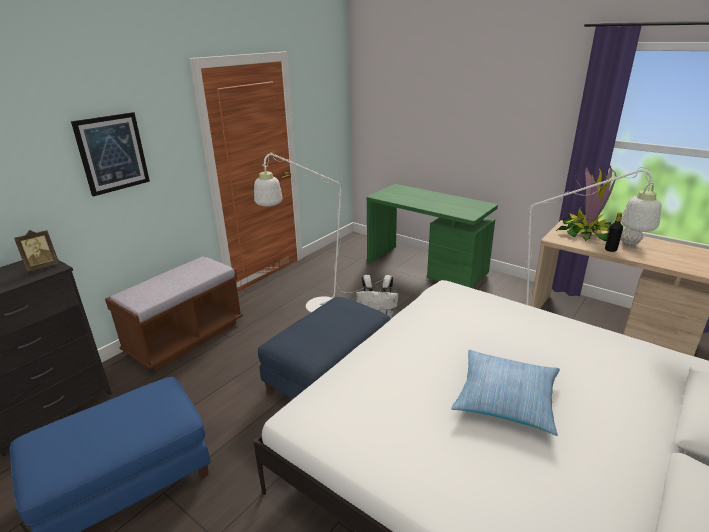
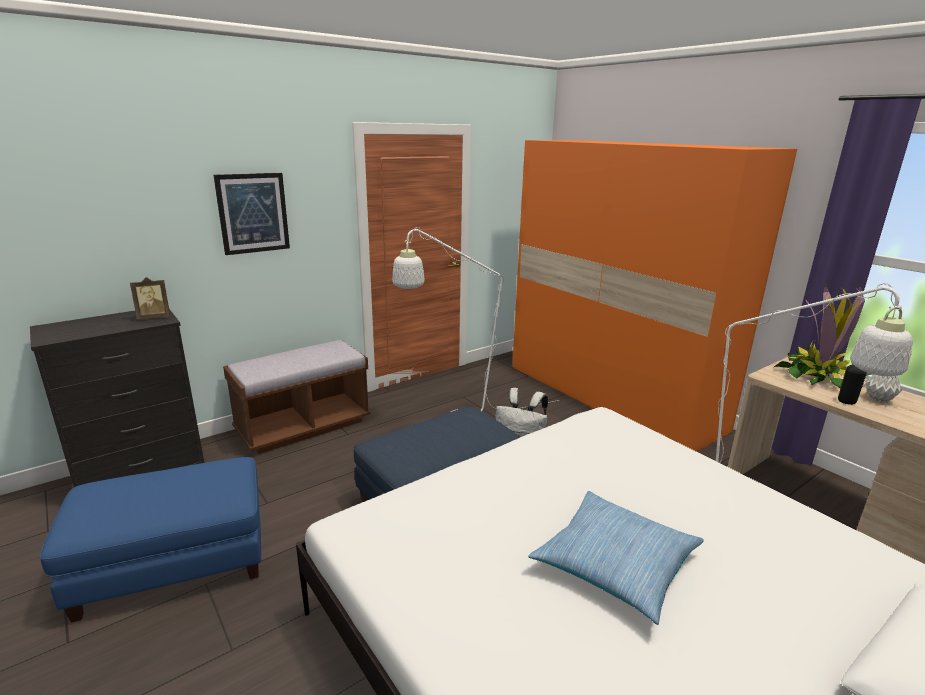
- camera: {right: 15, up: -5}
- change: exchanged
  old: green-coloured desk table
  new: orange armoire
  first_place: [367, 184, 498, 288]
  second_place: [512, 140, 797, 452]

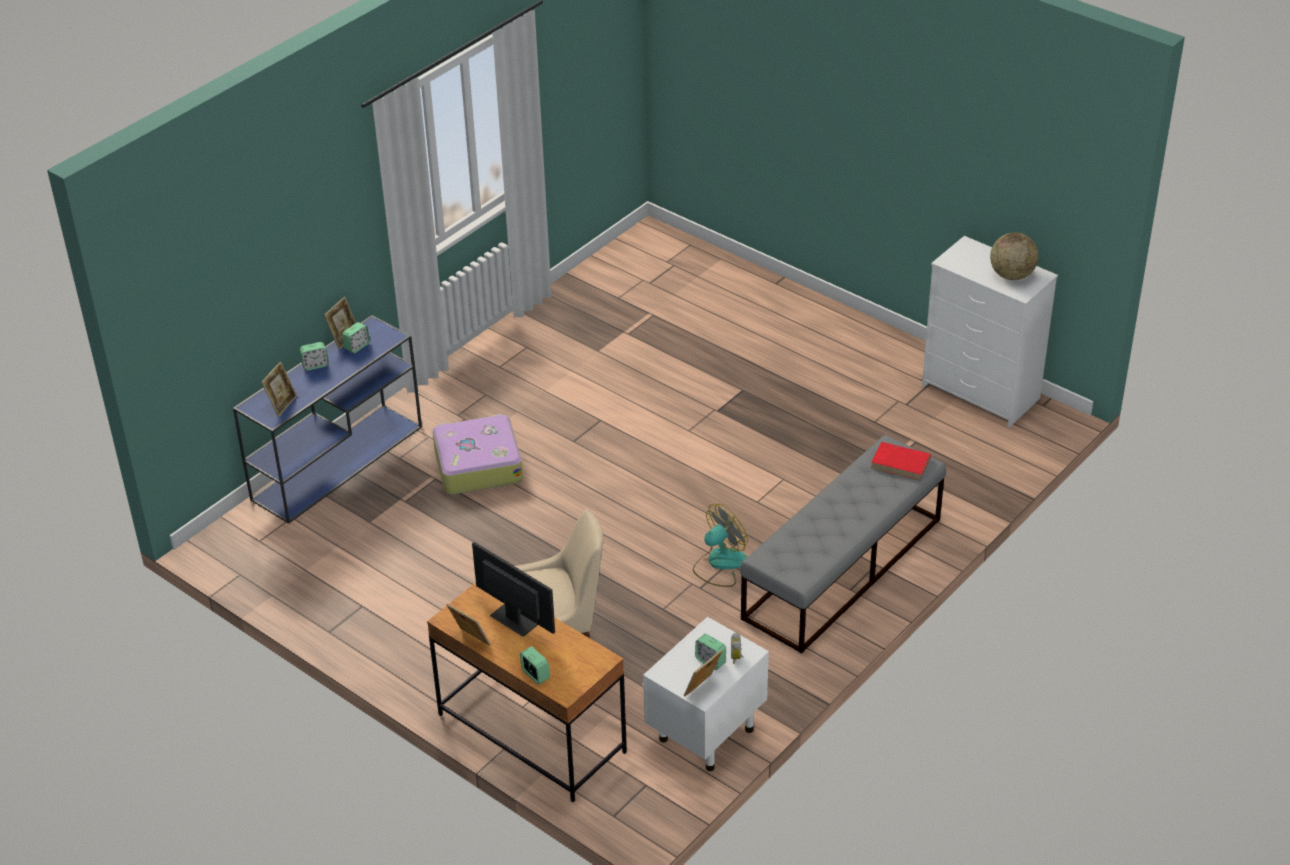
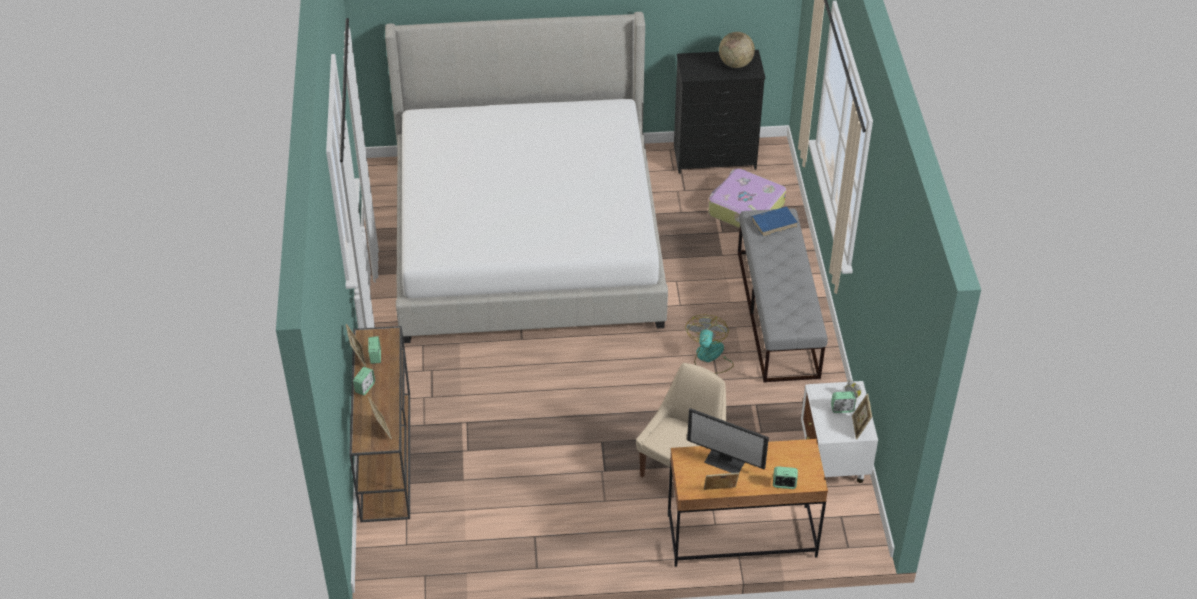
- camera: {right: -45, up: 5}
- change: colour
  old: blue-coloured hall table
  new: brownish hall table
  first_place: [233, 315, 422, 524]
  second_place: [349, 326, 410, 522]
- change: appeared
  new: bed
  second_place: [385, 12, 668, 343]
- change: colour
  old: whitish chest of drawers
  new: black chest of drawers
  first_place: [922, 236, 1058, 427]
  second_place: [674, 50, 765, 174]
- change: spun
  old: computer display
  first_place: [472, 542, 555, 637]
  second_place: [687, 408, 769, 473]
  degrees: -150
- change: relocated
  old: suitcase
  first_place: [432, 414, 523, 495]
  second_place: [708, 168, 786, 228]
- change: colour
  old: red-coloured bound book
  new: blue-coloured bound book
  first_place: [871, 442, 931, 481]
  second_place: [751, 207, 798, 237]

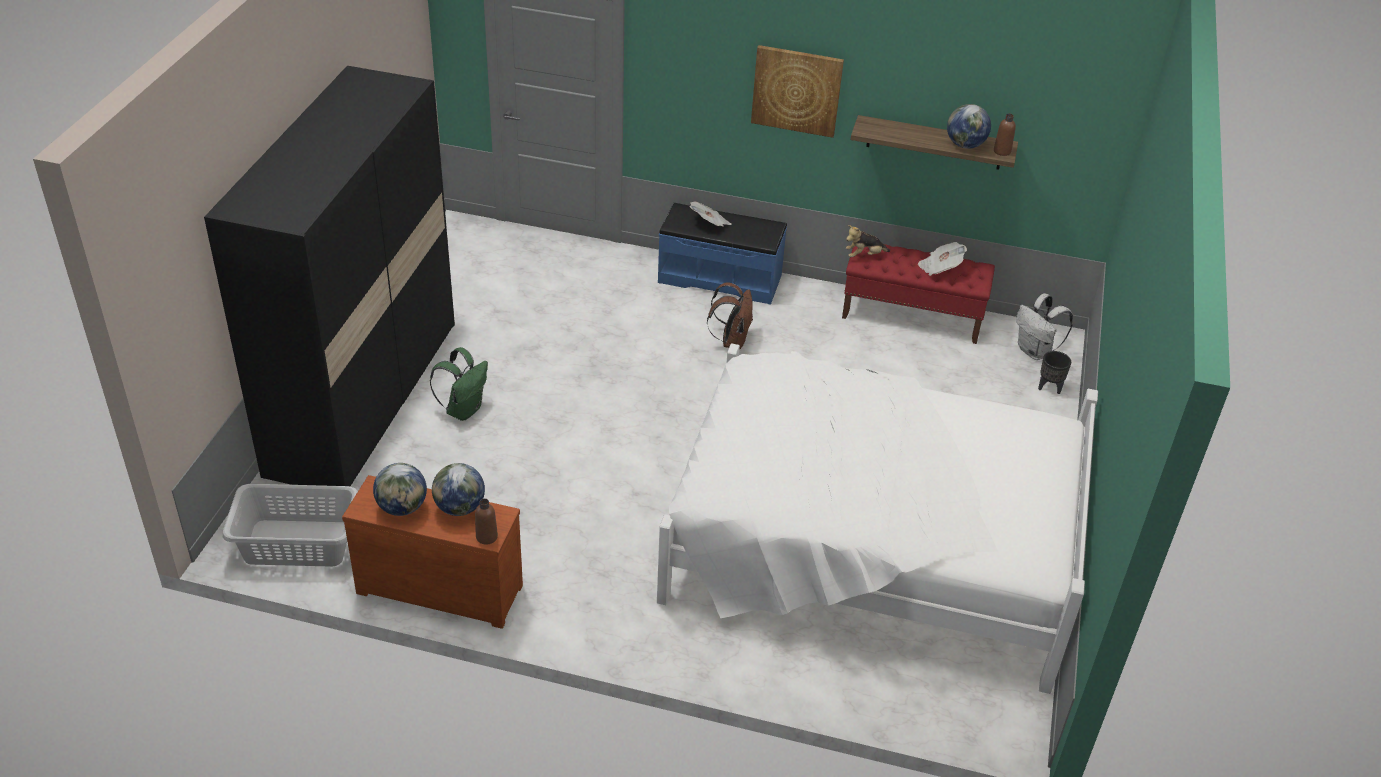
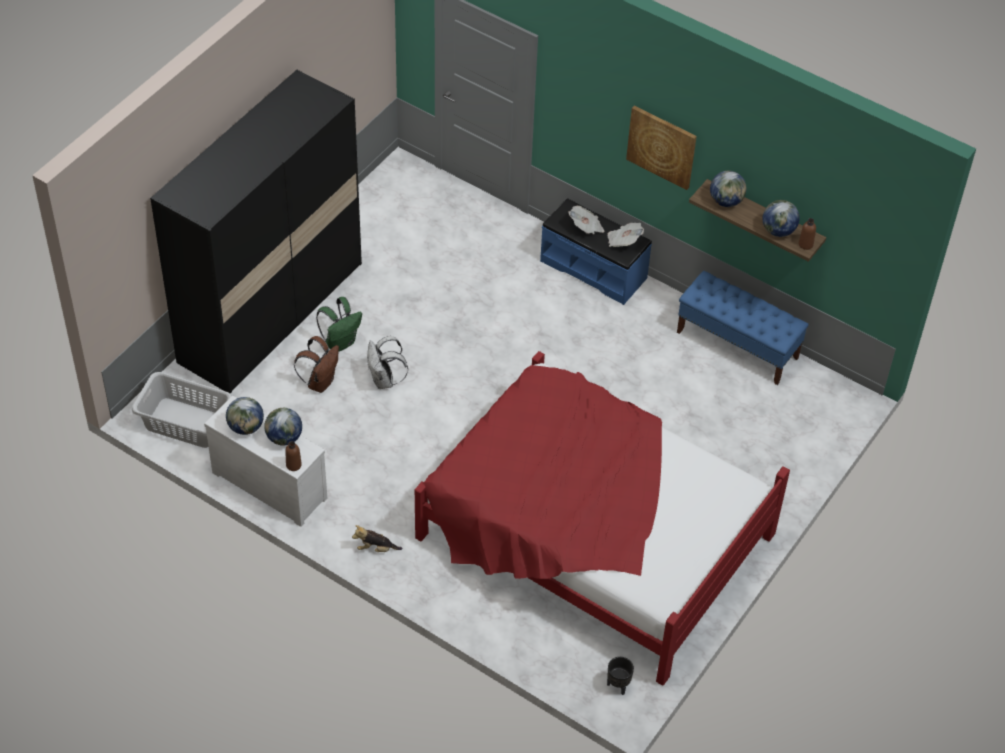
- camera: {right: 20, up: 10}
- change: colour
  old: brownish chest of drawers
  new: whitish chest of drawers
  first_place: [342, 475, 523, 629]
  second_place: [204, 396, 327, 527]
- change: relocated
  old: brownish backpack
  first_place: [707, 282, 753, 350]
  second_place: [294, 336, 339, 393]
- change: relocated
  old: cuddly toy
  first_place: [846, 225, 890, 257]
  second_place: [352, 525, 402, 552]
- change: relocated
  old: whitish backpack
  first_place: [1016, 293, 1073, 360]
  second_place: [367, 336, 408, 389]
- change: colour
  old: whitish bed
  new: red-coloured bed
  first_place: [657, 343, 1098, 694]
  second_place: [415, 351, 790, 686]
- change: relocated
  old: black planter
  first_place: [1038, 351, 1071, 394]
  second_place: [607, 657, 634, 695]
- change: relocated
  old: printed paper
  first_place: [918, 242, 967, 276]
  second_place: [608, 223, 644, 247]
- change: colour
  old: red-coloured indoor bench
  new: blue-coloured indoor bench
  first_place: [842, 244, 995, 344]
  second_place: [677, 271, 809, 385]
- change: appeared
  new: world globe
  second_place: [710, 171, 747, 207]

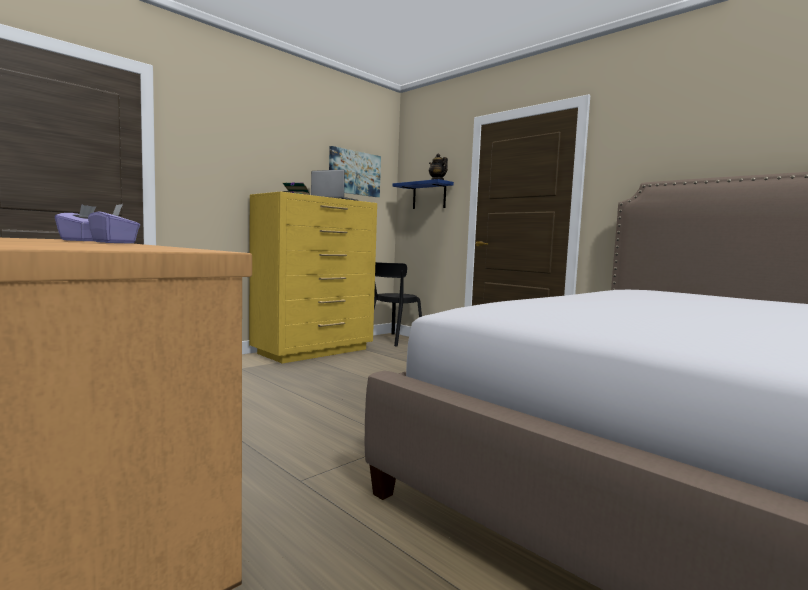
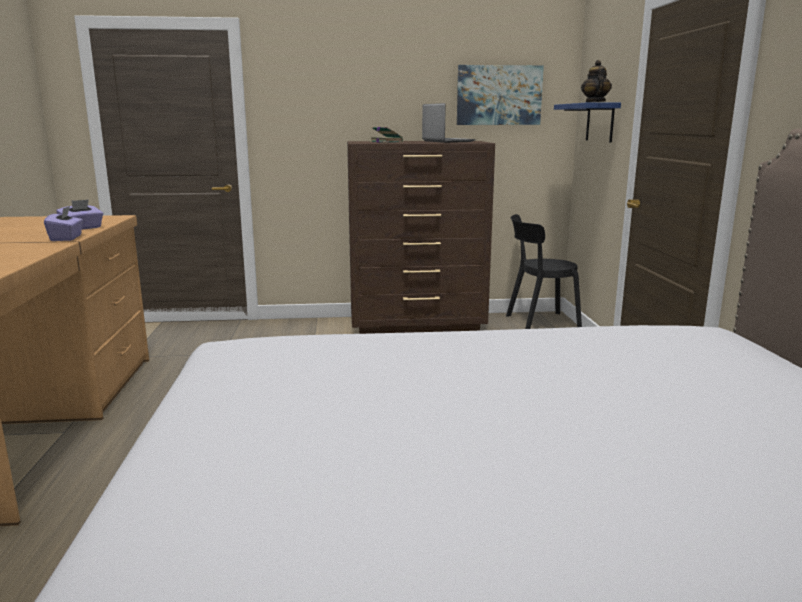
- camera: {right: 40, up: 10}
- change: colour
  old: yellow chest of drawers
  new: brownish chest of drawers
  first_place: [249, 191, 377, 364]
  second_place: [347, 141, 495, 334]

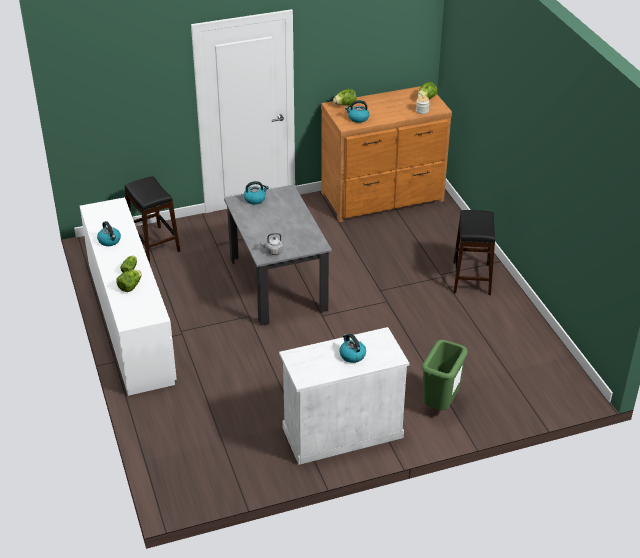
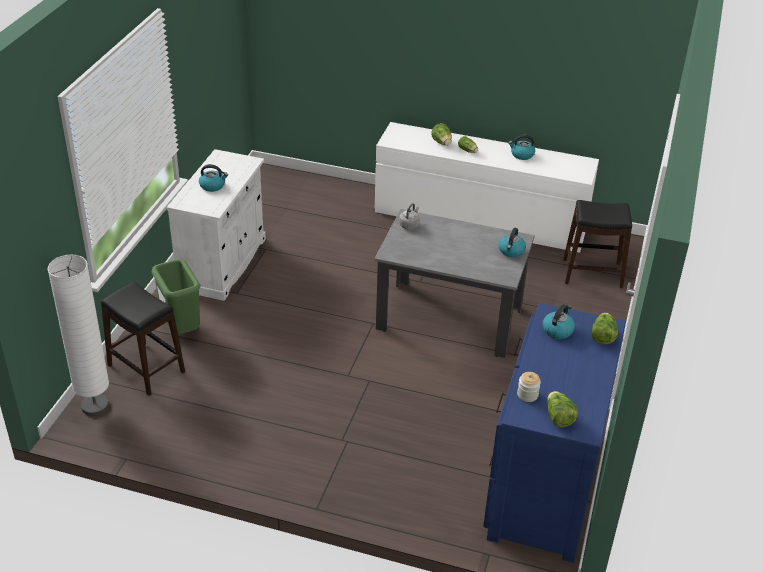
- camera: {right: 125, up: 0}
- change: appeared
  new: whitish standard lamp
  second_place: [48, 255, 109, 416]
- change: relocated
  old: black stool seat
  first_place: [453, 210, 495, 295]
  second_place: [101, 282, 185, 396]
- change: colour
  old: brownish chest of drawers
  new: blue-coloured chest of drawers
  first_place: [321, 86, 452, 222]
  second_place: [483, 303, 626, 563]

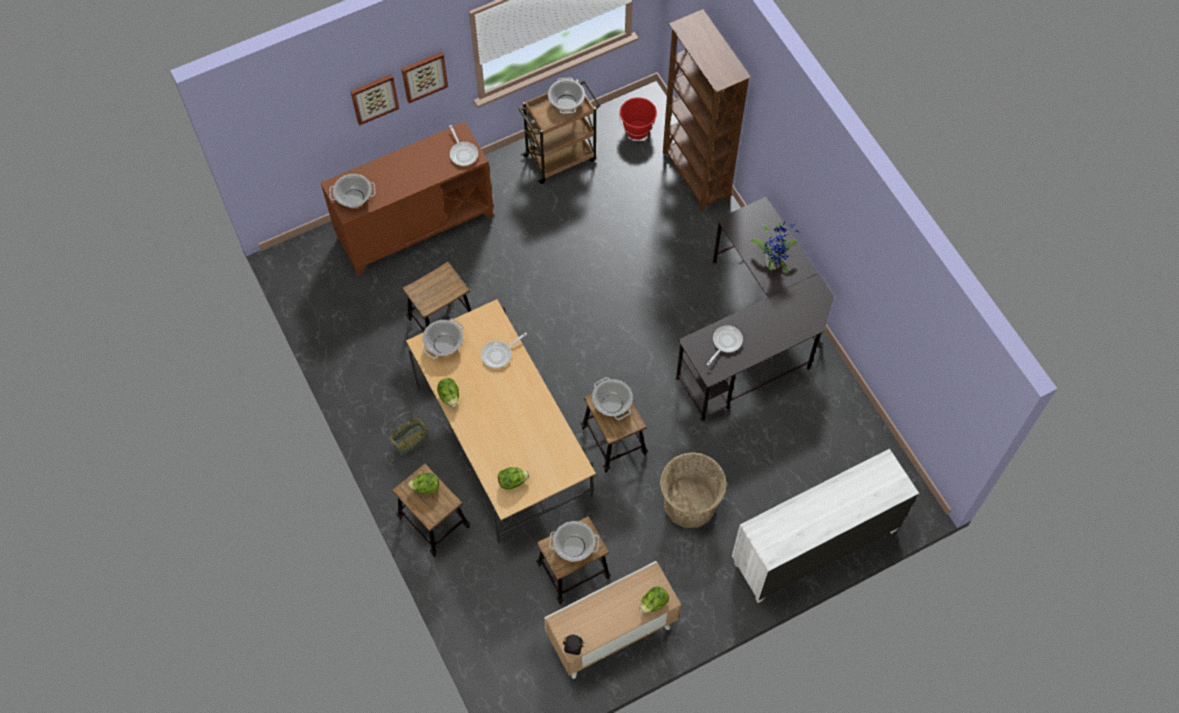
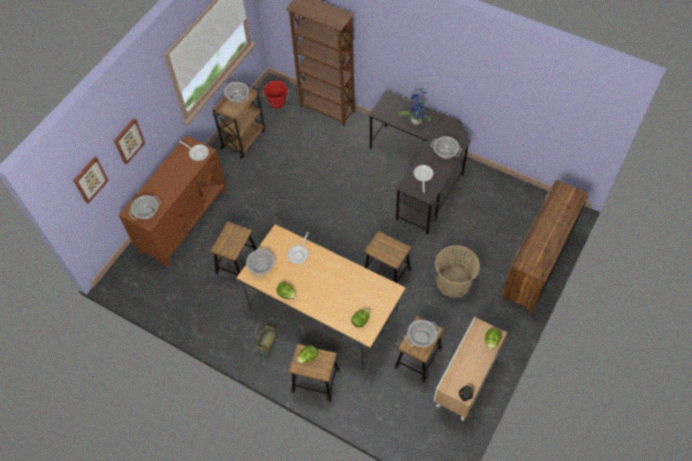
- camera: {right: -30, up: -5}
- change: relocated
  old: wall art
  first_place: [401, 52, 448, 103]
  second_place: [73, 157, 109, 204]
- change: relocated
  old: cooking pot
  first_place: [592, 377, 633, 420]
  second_place: [431, 136, 462, 159]
- change: colour
  old: whitish chest of drawers
  new: brownish chest of drawers
  first_place: [732, 449, 919, 603]
  second_place: [501, 180, 589, 313]

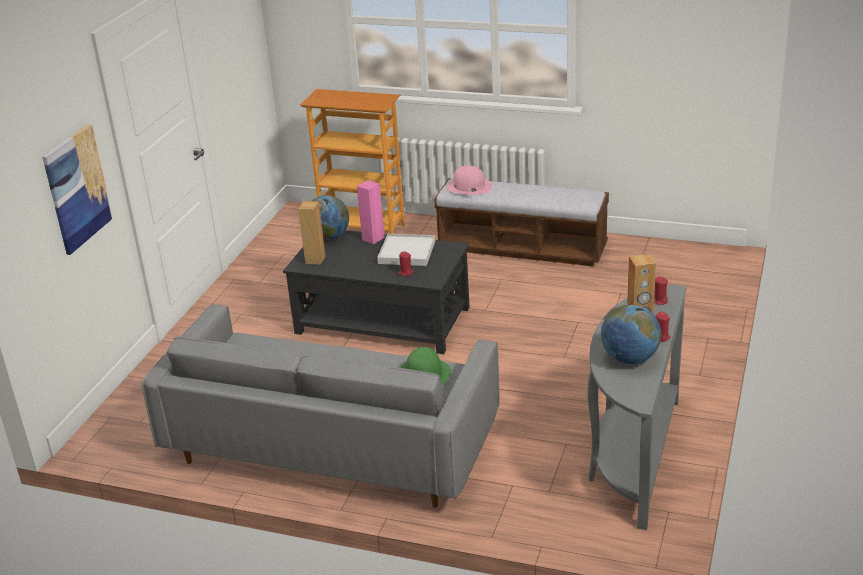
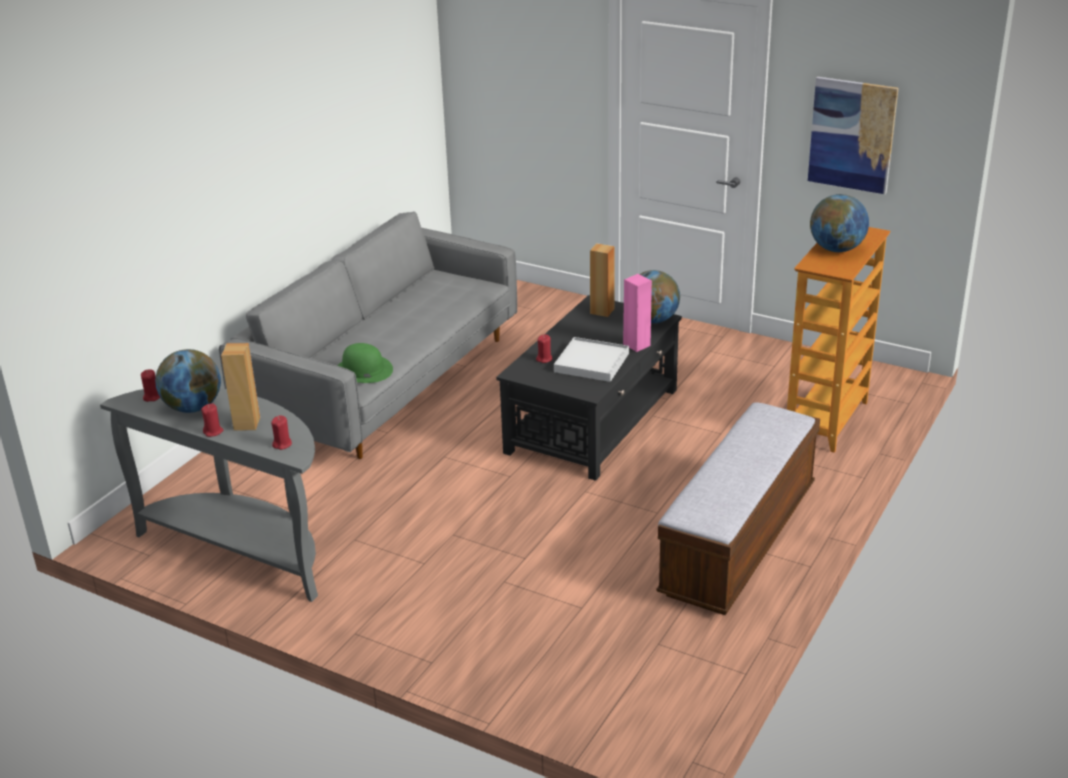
- camera: {right: 100, up: 0}
- change: appeared
  new: red-coloured candle
  second_place: [141, 369, 160, 402]
- change: relocated
  old: wall art
  first_place: [42, 124, 113, 255]
  second_place: [808, 77, 899, 194]
- change: appeared
  new: world globe
  second_place: [810, 194, 869, 252]
- change: missing
  old: pinkish clothing hat
  first_place: [447, 166, 492, 195]

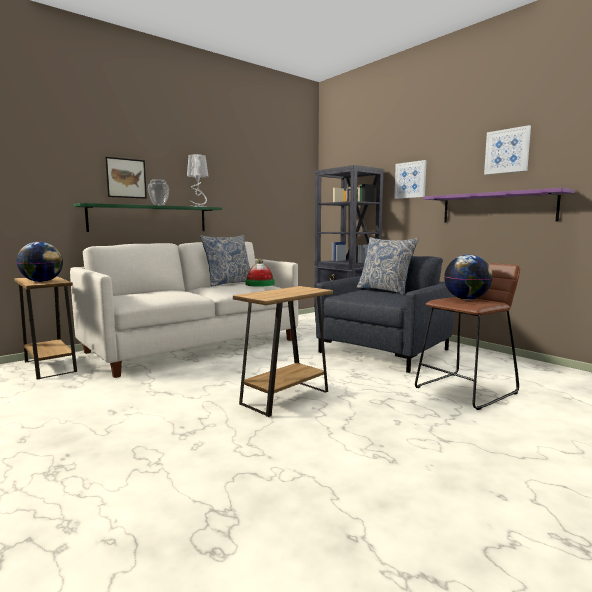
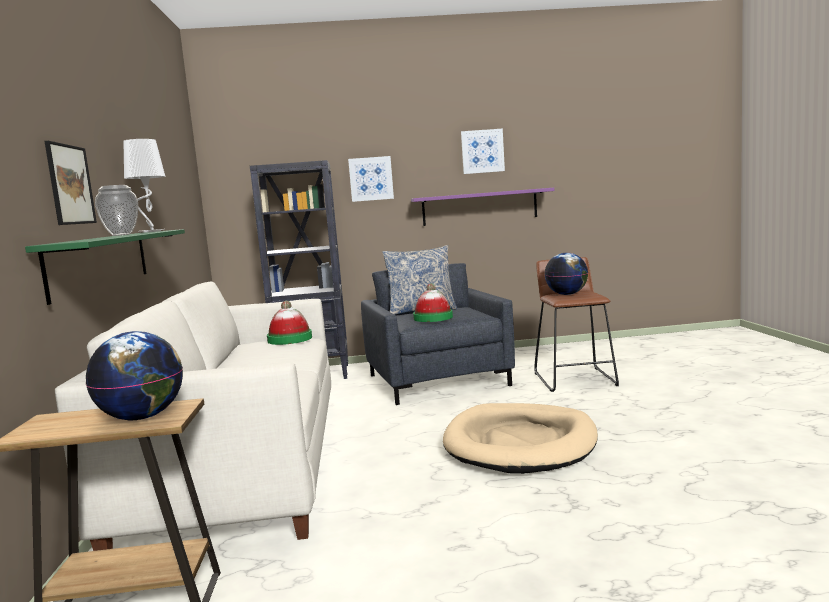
- camera: {right: -55, up: 0}
- change: appeared
  new: clothing hat
  second_place: [413, 283, 453, 322]
- change: exchanged
  old: brownish end table
  new: sand-coloured pet bed
  first_place: [233, 286, 333, 417]
  second_place: [443, 403, 598, 474]
- change: missing
  old: cushion
  first_place: [200, 235, 250, 286]

